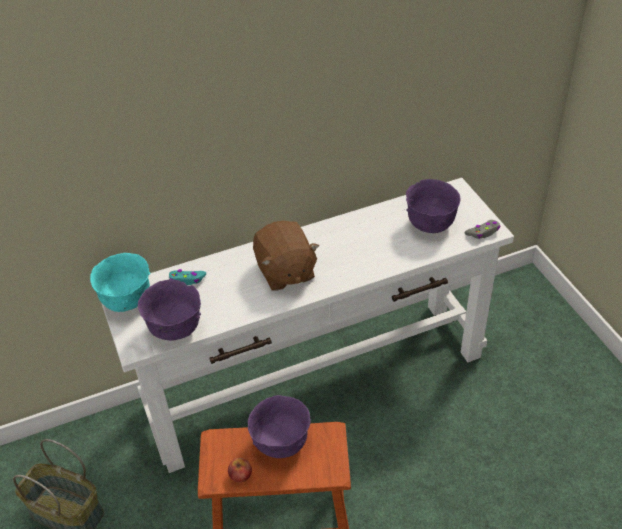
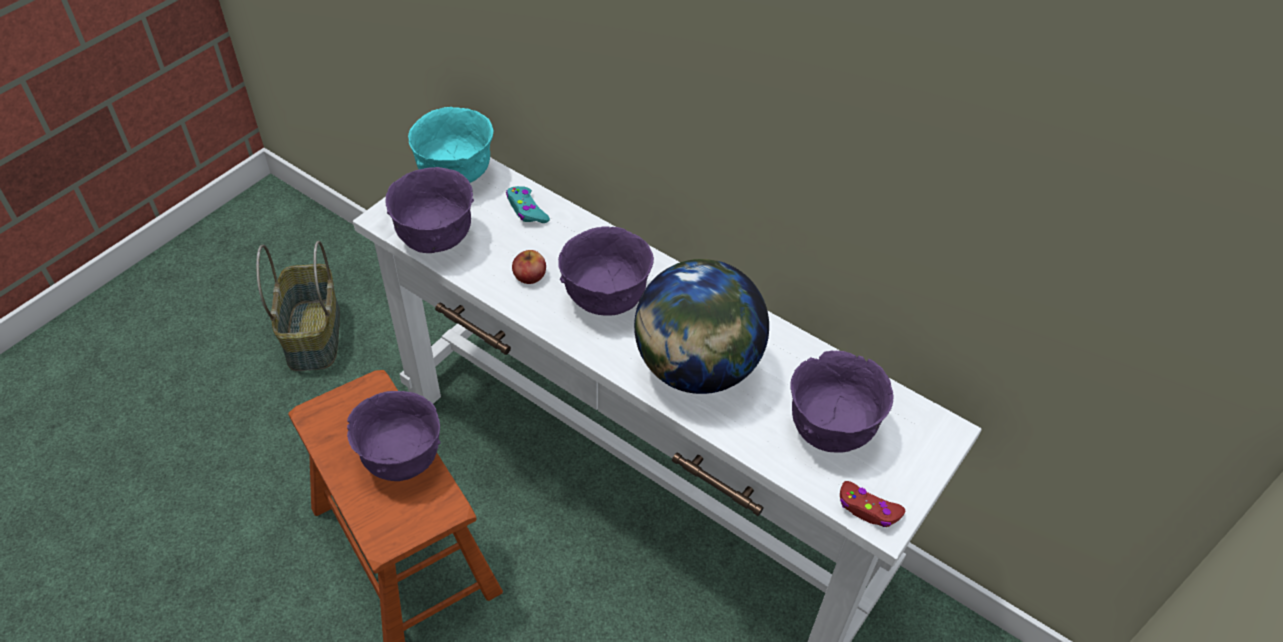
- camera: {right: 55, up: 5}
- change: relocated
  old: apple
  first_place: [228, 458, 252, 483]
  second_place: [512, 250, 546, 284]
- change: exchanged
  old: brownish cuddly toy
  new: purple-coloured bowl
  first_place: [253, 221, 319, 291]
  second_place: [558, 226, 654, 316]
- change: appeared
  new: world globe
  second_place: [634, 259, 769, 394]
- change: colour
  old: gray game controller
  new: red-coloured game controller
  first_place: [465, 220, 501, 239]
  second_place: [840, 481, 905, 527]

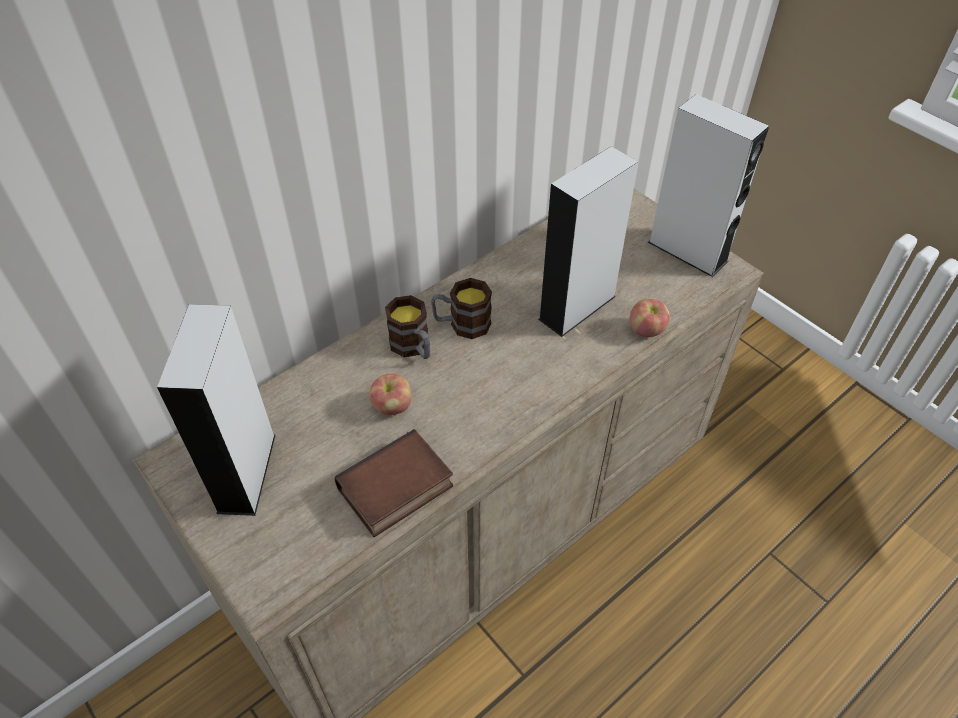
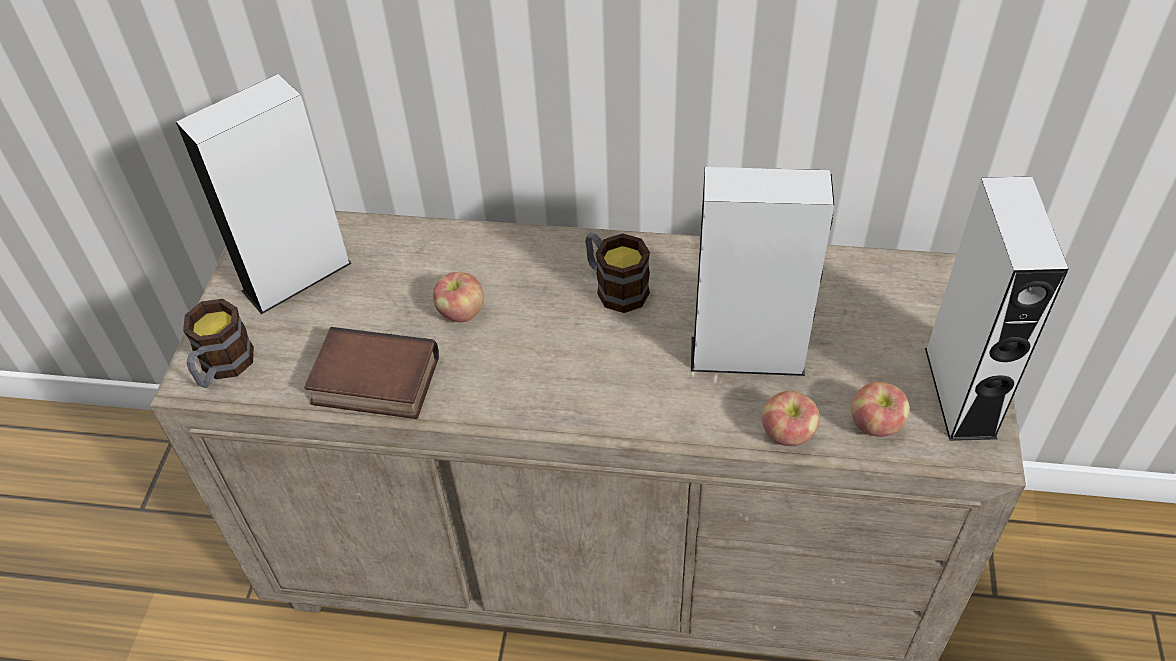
- camera: {right: 50, up: 0}
- change: relocated
  old: coffee mug
  first_place: [385, 295, 430, 359]
  second_place: [183, 299, 254, 388]
- change: appeared
  new: apple
  second_place: [851, 382, 909, 437]

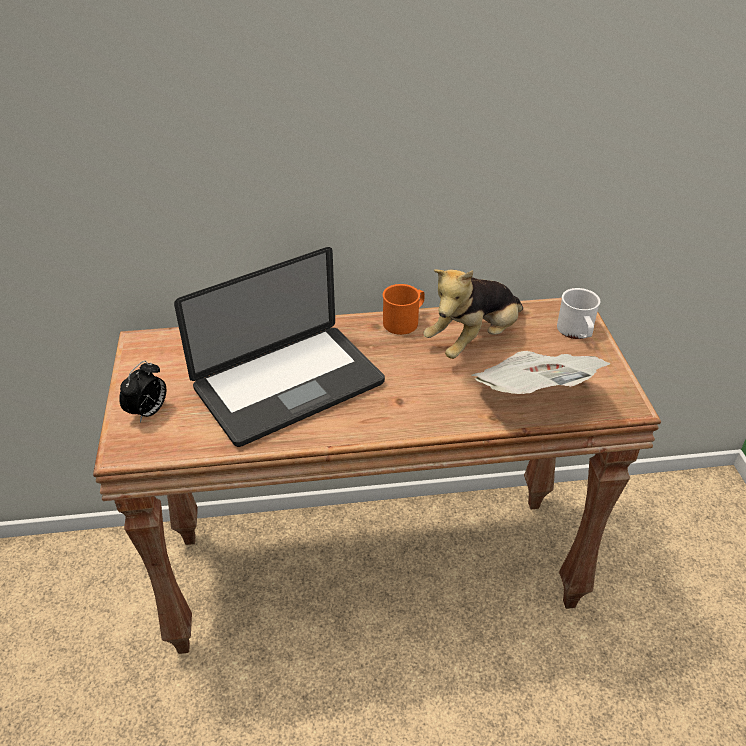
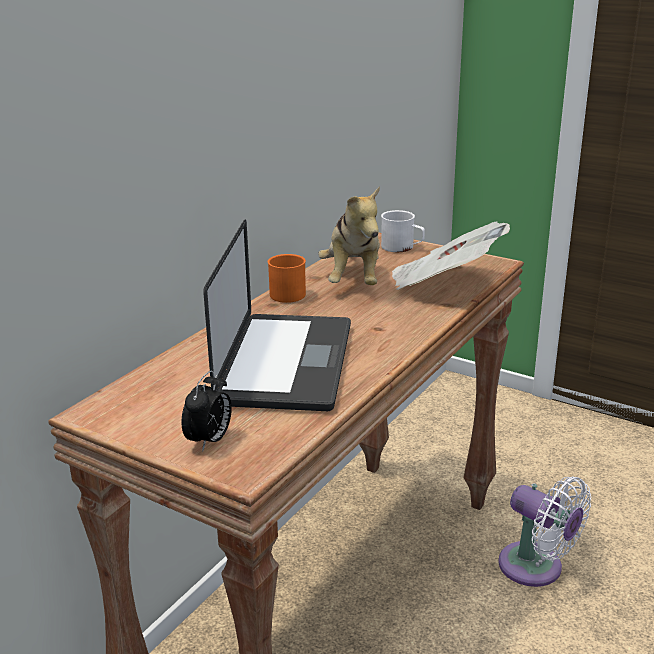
- camera: {right: -50, up: -15}
- change: spun
  old: table clock
  first_place: [119, 361, 166, 423]
  second_place: [182, 370, 232, 452]
  degrees: 45
- change: appeared
  new: whitish fan
  second_place: [498, 477, 591, 587]

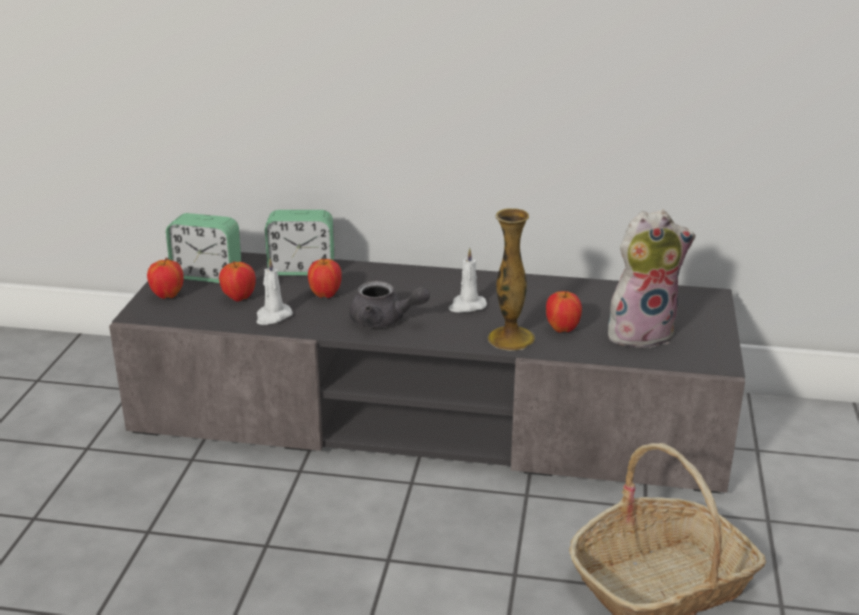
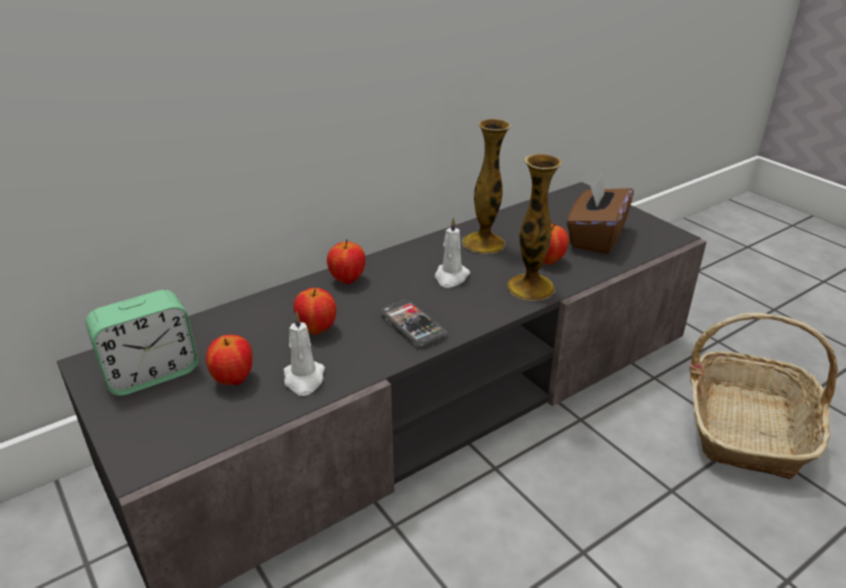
- camera: {right: -45, up: 5}
- change: relocated
  old: apple
  first_place: [147, 258, 183, 299]
  second_place: [327, 239, 366, 284]
- change: exchanged
  old: gray tea pot
  new: telephone
  first_place: [349, 281, 430, 328]
  second_place: [380, 300, 447, 348]
- change: appeared
  new: flower vase
  second_place: [462, 119, 511, 254]
- change: exchanged
  old: cuddly toy
  new: brownish box of tissues
  first_place: [608, 210, 695, 348]
  second_place: [567, 173, 634, 254]
- change: missing
  old: table clock
  first_place: [265, 210, 334, 276]

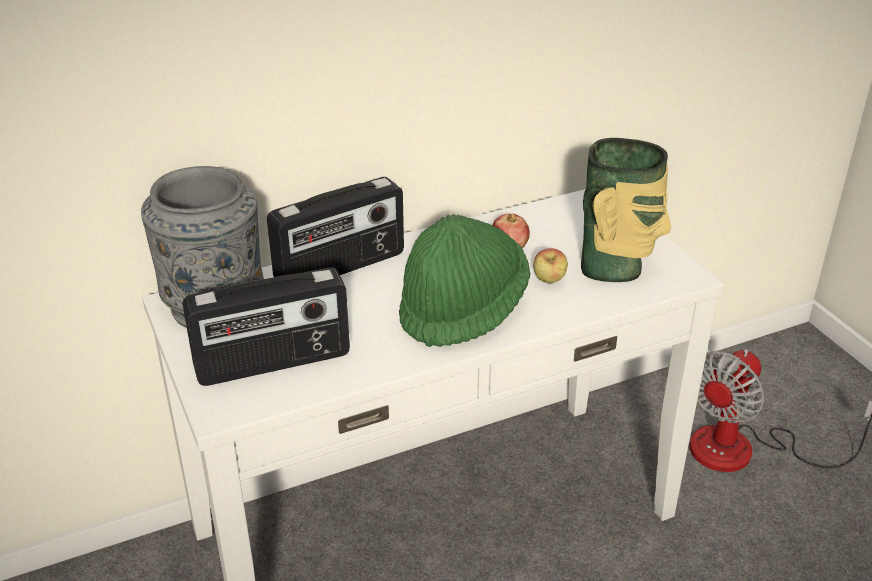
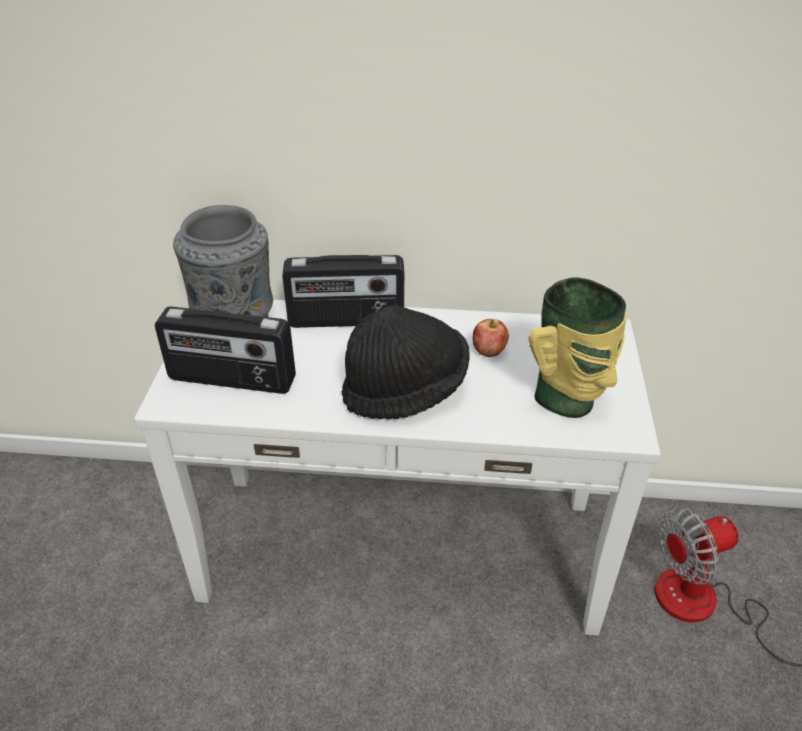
- camera: {right: 30, up: 5}
- change: colour
  old: green-coloured clothing hat
  new: black clothing hat
  first_place: [399, 214, 531, 347]
  second_place: [342, 305, 469, 420]
- change: missing
  old: apple
  first_place: [533, 248, 568, 283]

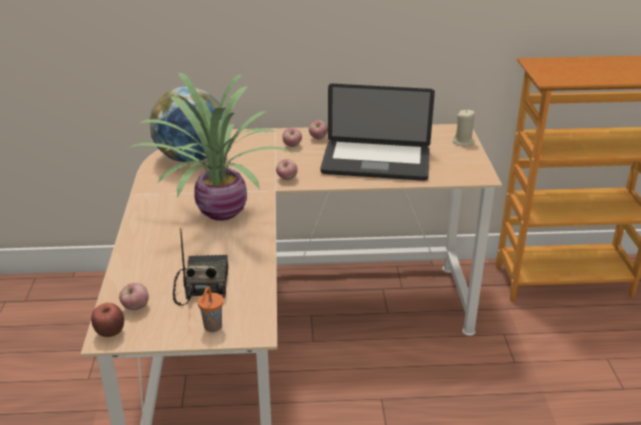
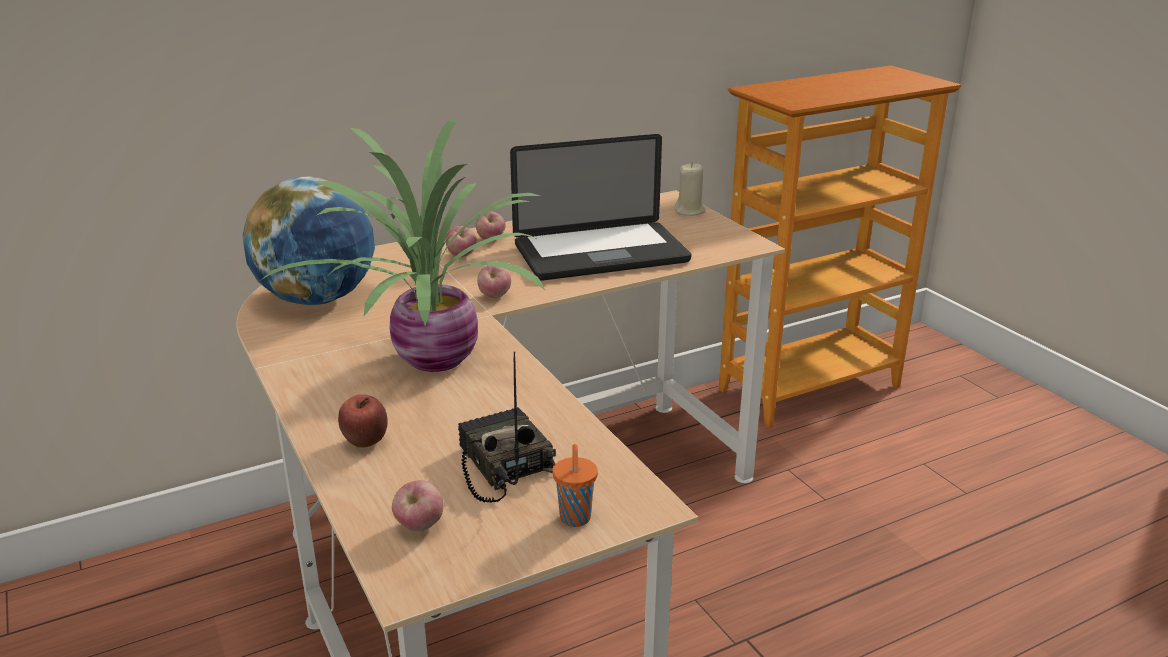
- camera: {right: -25, up: -5}
- change: relocated
  old: apple
  first_place: [91, 303, 124, 337]
  second_place: [338, 394, 388, 448]

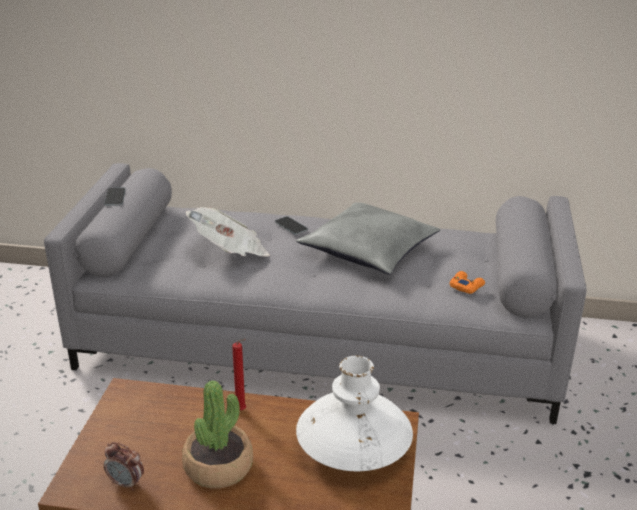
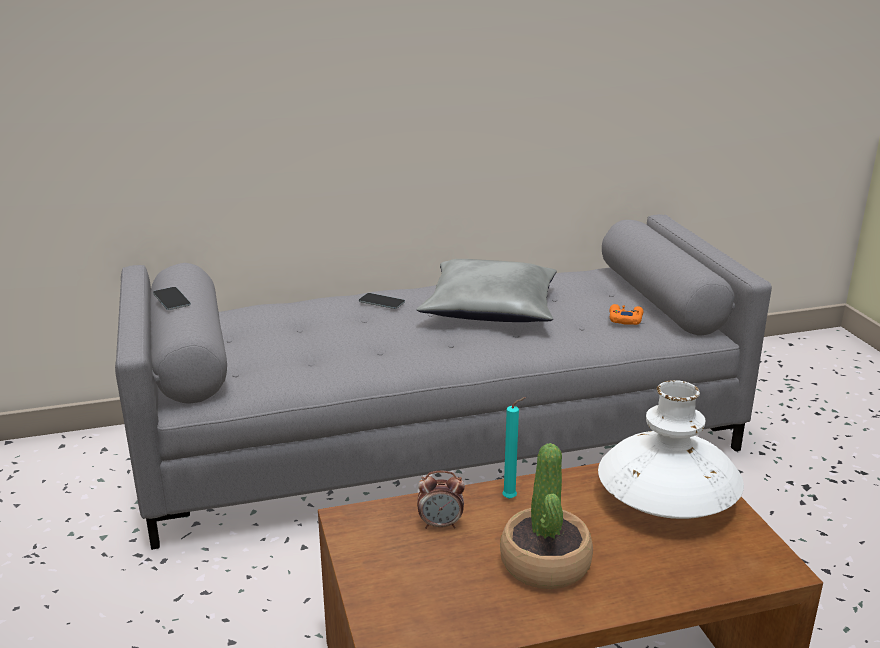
- camera: {right: -25, up: -5}
- change: relocated
  old: table clock
  first_place: [104, 442, 144, 491]
  second_place: [417, 471, 465, 529]
- change: colour
  old: red-coloured candle
  new: turquoise candle
  first_place: [232, 339, 246, 410]
  second_place: [502, 397, 526, 499]
- change: missing
  old: printed paper
  first_place: [186, 207, 270, 257]

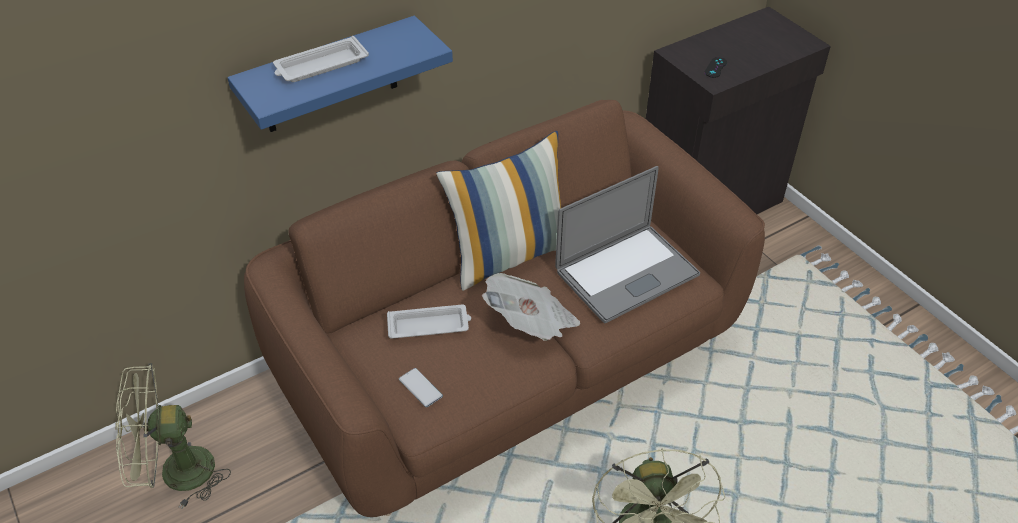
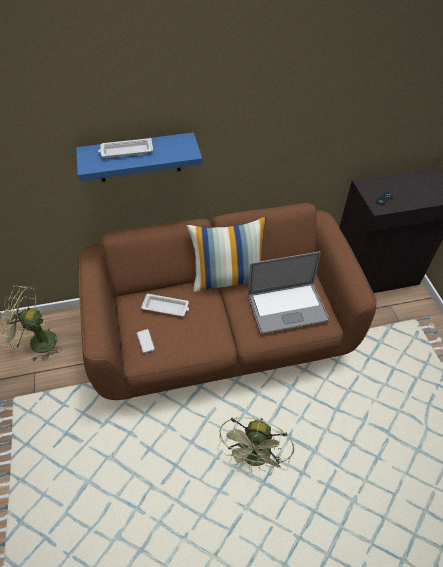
- camera: {right: 20, up: 5}
- change: missing
  old: printed paper
  first_place: [482, 273, 580, 341]

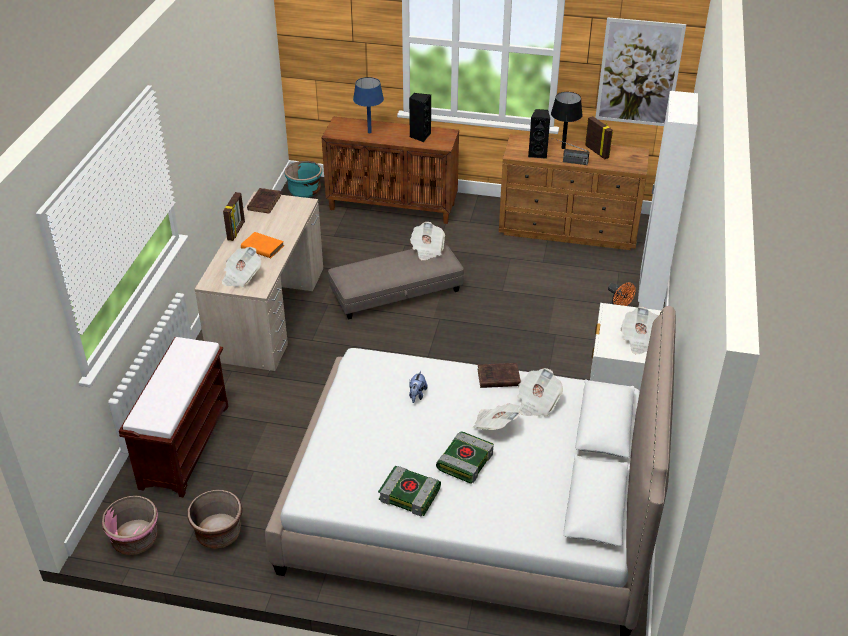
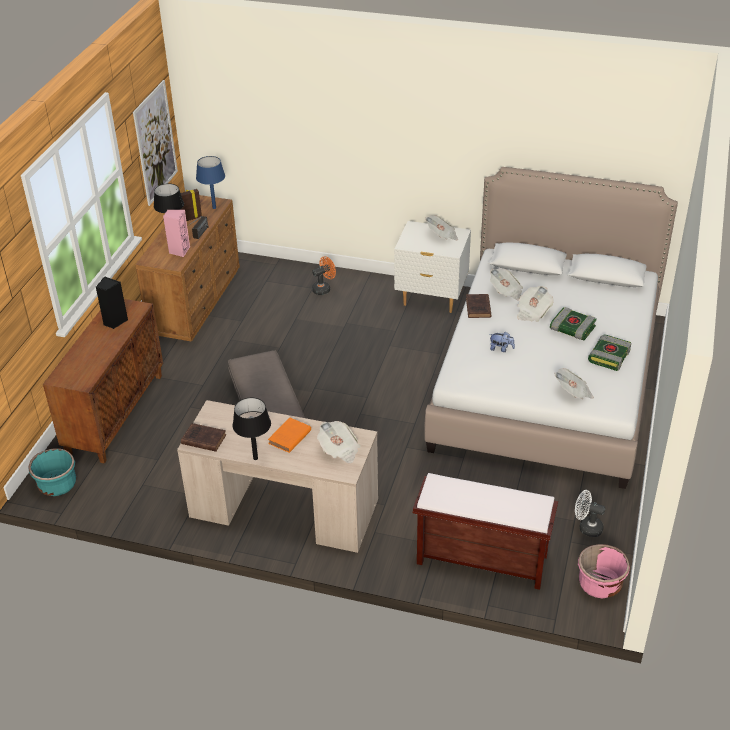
- camera: {right: -85, up: 0}
- change: colour
  old: black loudspeaker
  new: pinkish loudspeaker
  first_place: [528, 109, 550, 159]
  second_place: [163, 210, 190, 257]
- change: relocated
  old: blue-coloured table lamp
  first_place: [353, 77, 384, 133]
  second_place: [196, 156, 225, 209]
- change: exchanged
  old: picture frame
  new: black table lamp
  first_place: [223, 192, 245, 241]
  second_place: [233, 398, 271, 460]
- change: relocated
  old: printed paper
  first_place: [410, 222, 445, 260]
  second_place: [554, 368, 594, 399]
- change: exchanged
  old: brownish planter
  new: whitish fan
  first_place: [187, 490, 242, 549]
  second_place: [575, 490, 605, 537]
- change: missing
  old: whitish armoire
  first_place: [638, 91, 698, 310]

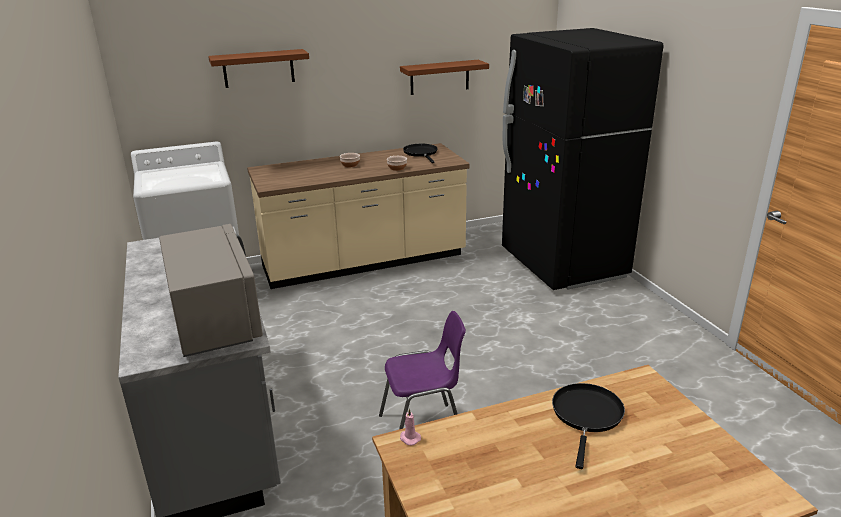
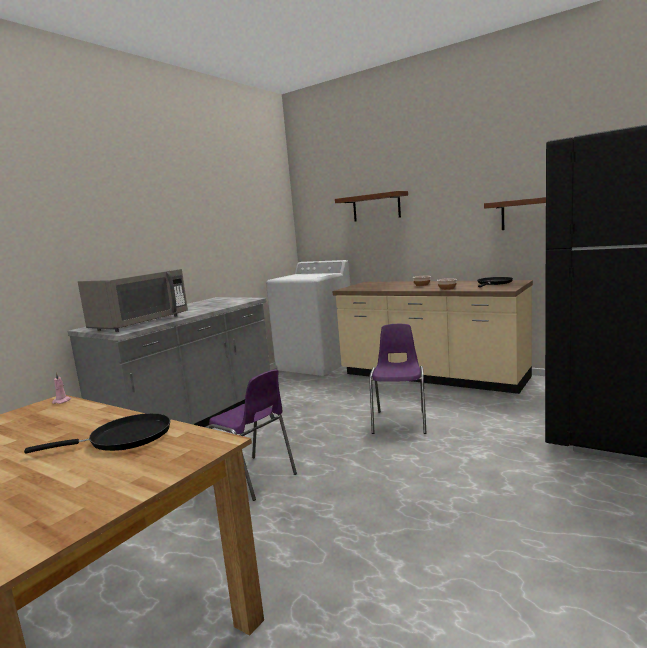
- camera: {right: 55, up: -15}
- change: appeared
  new: purple-coloured chair
  second_place: [369, 324, 426, 434]

